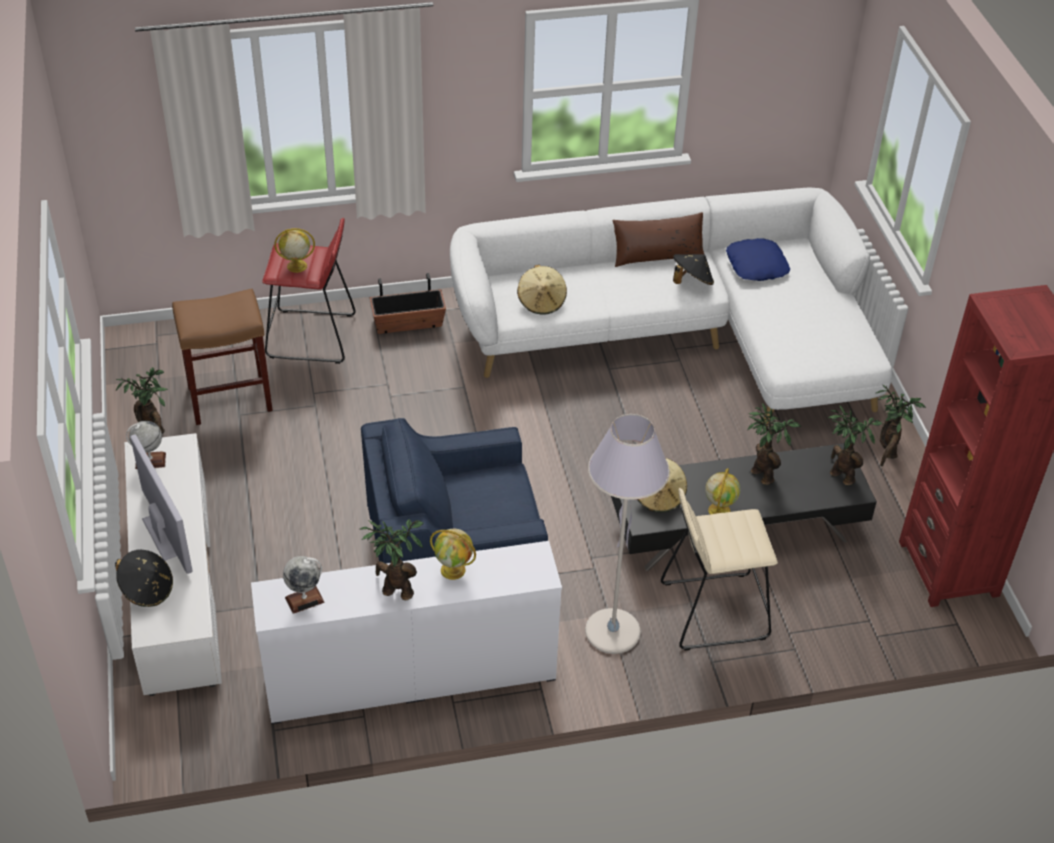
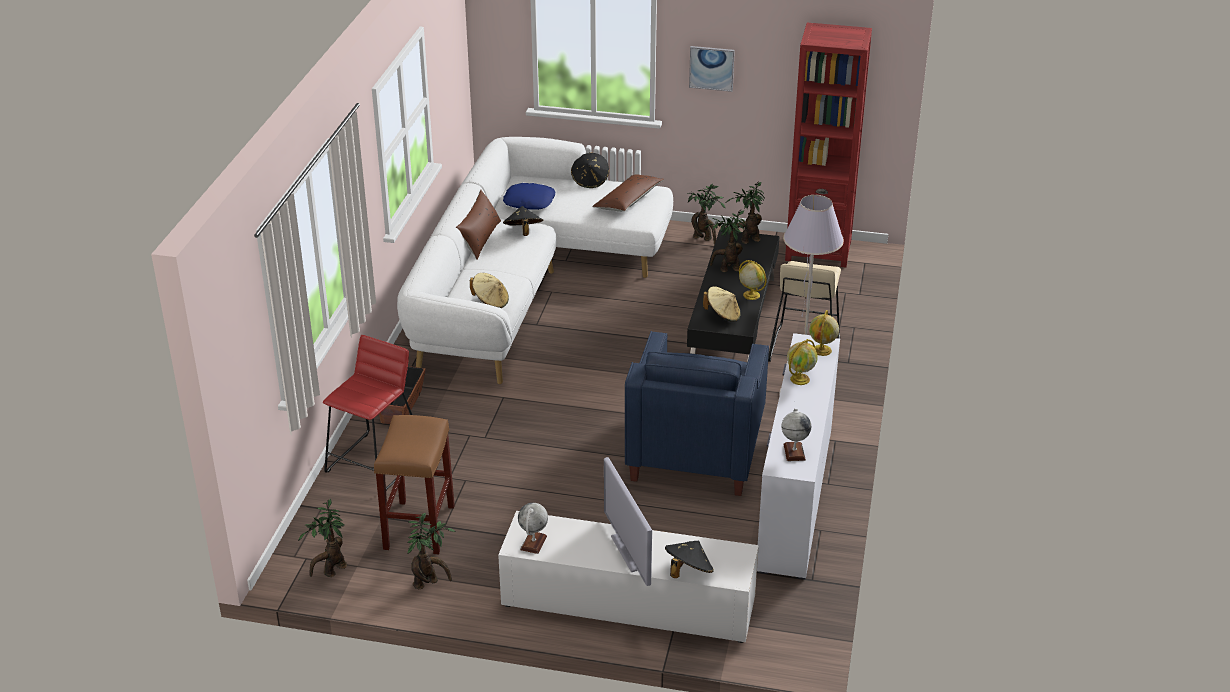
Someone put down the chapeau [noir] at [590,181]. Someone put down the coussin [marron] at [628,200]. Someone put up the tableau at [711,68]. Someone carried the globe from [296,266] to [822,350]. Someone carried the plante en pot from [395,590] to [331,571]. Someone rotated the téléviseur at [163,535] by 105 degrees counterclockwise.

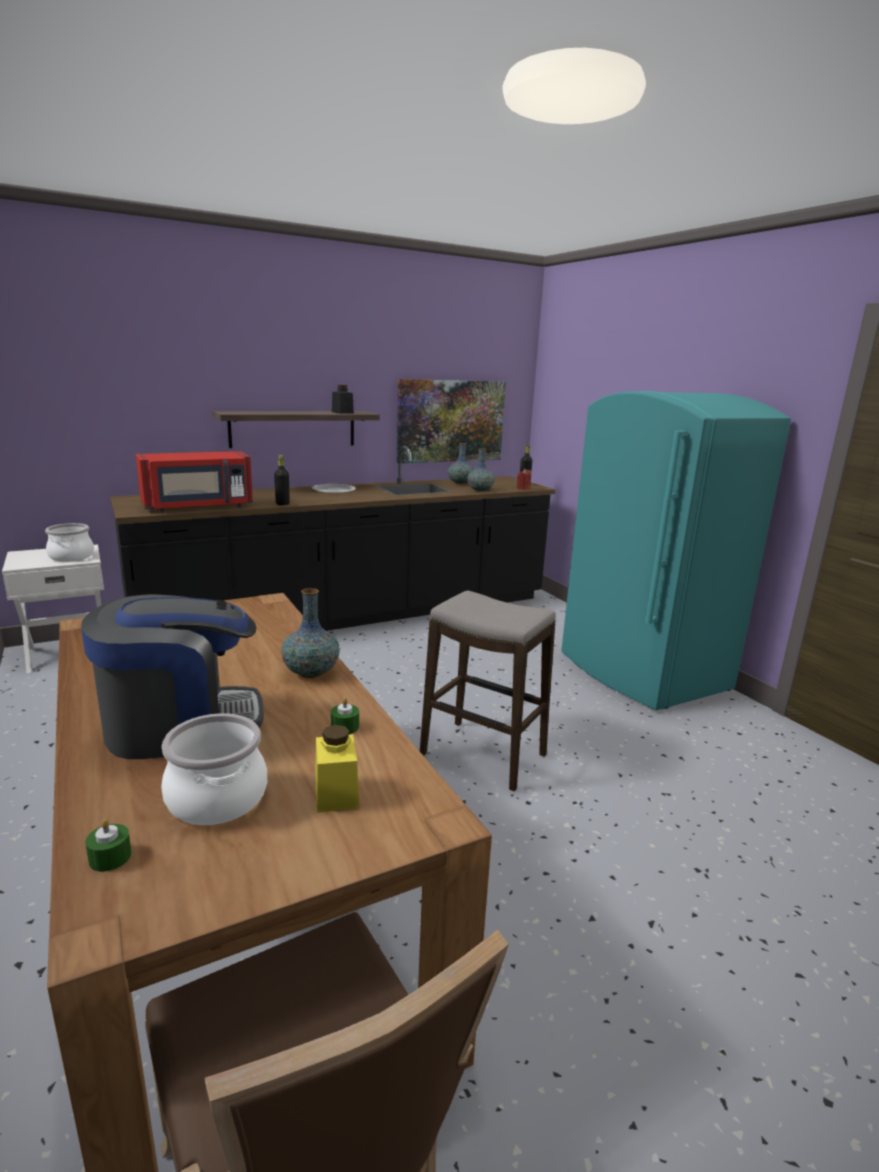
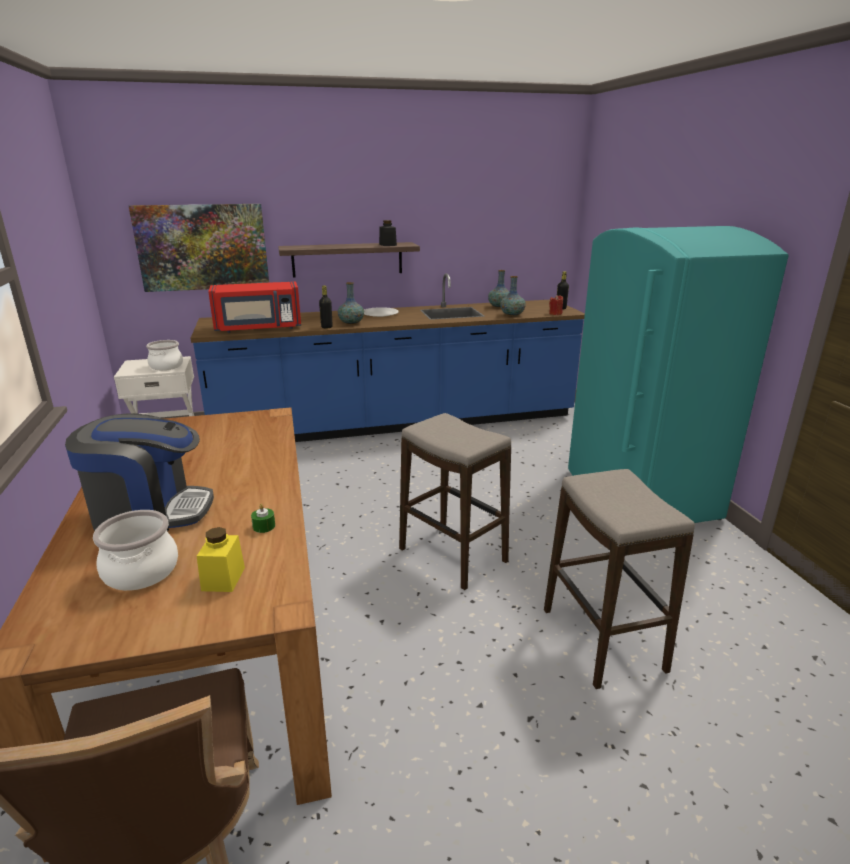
Someone took away the bougie [vert] at [110,857]. Someone put down the tabouret at [602,640]. Someone carried the vase from [311,672] to [351,323]. Someone carried the tableau from [451,421] to [203,247]. Someone repainted the comptoir de cuisine [noir] at [353,616], which became the comptoir de cuisine [bleu] at [397,423].

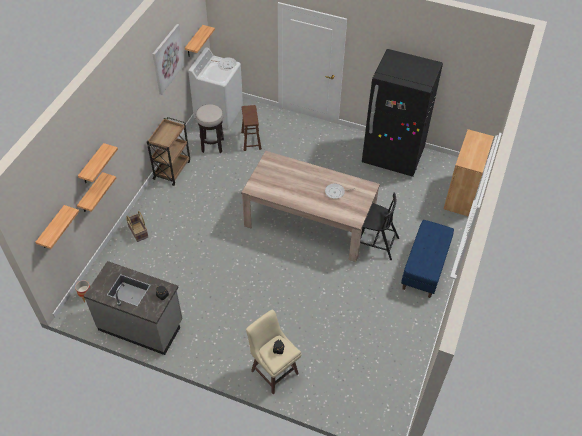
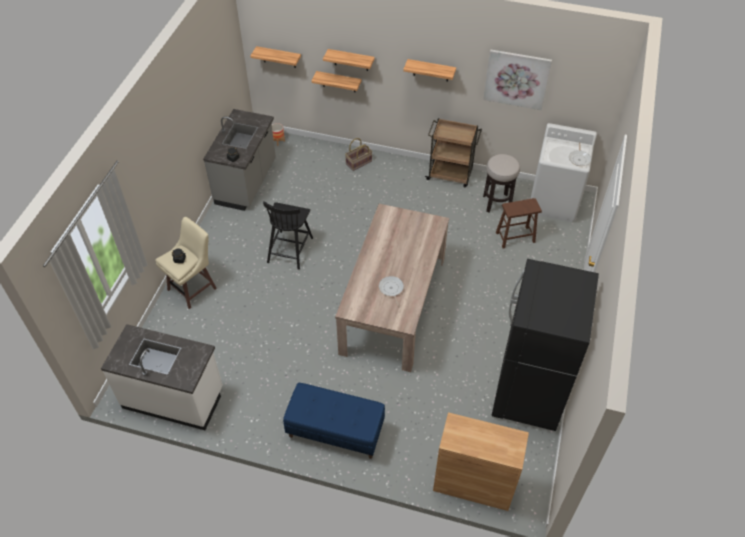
Someone put down the comptoir de cuisine [blanc] at [174,397]. Someone carried the étagère from [194,42] to [431,70]. Someone carried the chaise [noir] from [375,243] to [290,249].

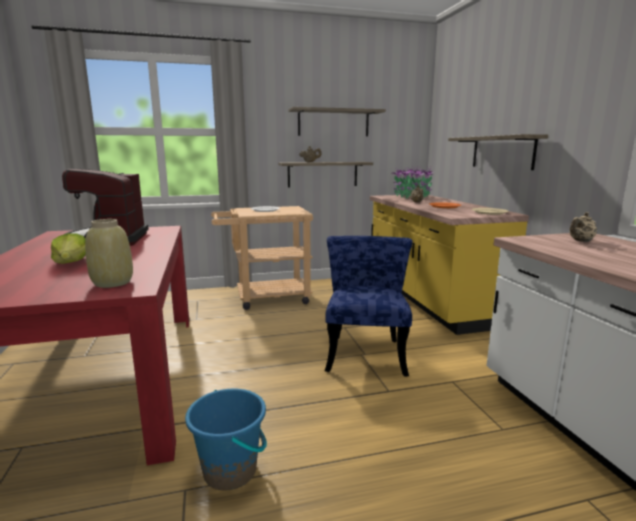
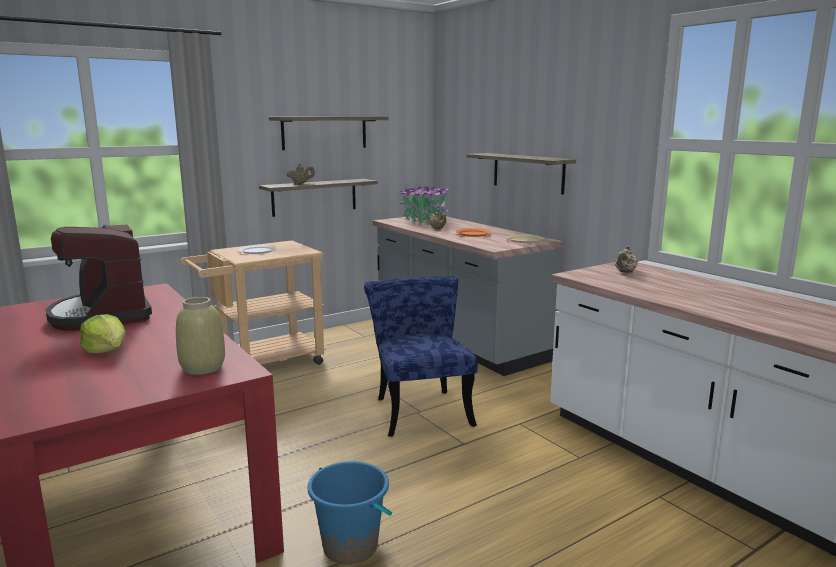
Someone repainted the comptoir de cuisine [jaune] at [428,298], which became the comptoir de cuisine [gris] at [457,339].

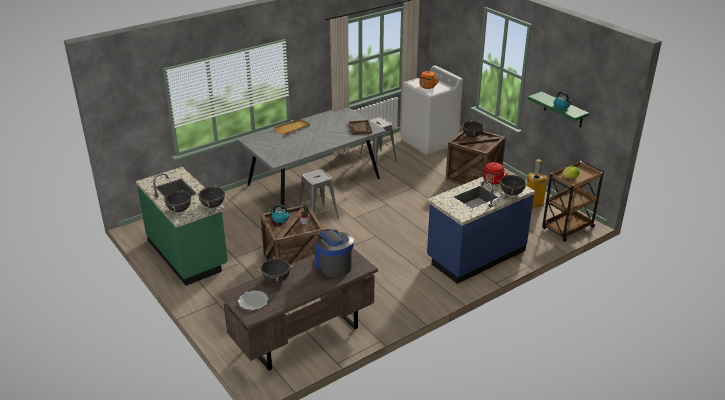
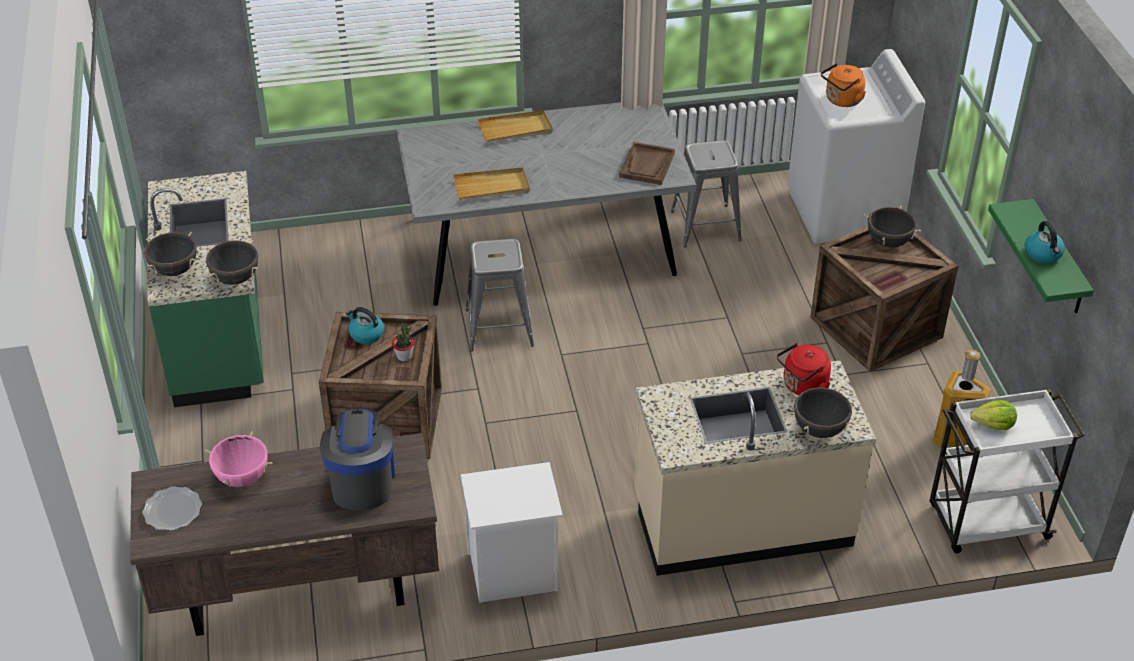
Someone put down the plateau [beige] at [491,187]. Someone put down the table de chevet [blanc] at [512,573]. Someone repainted the marmite [noir] at [276,280], which became the marmite [rose] at [242,477]. Someone repainted the comptoir de cuisine [bleu] at [475,255], which became the comptoir de cuisine [beige] at [742,521]. Someone repainted the chariot [marron] at [567,228], which became the chariot [blanc] at [986,522].

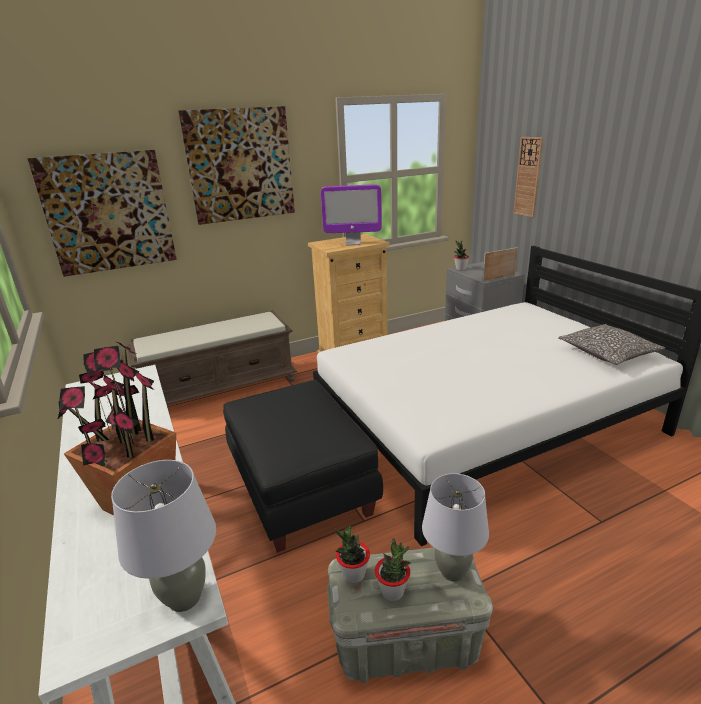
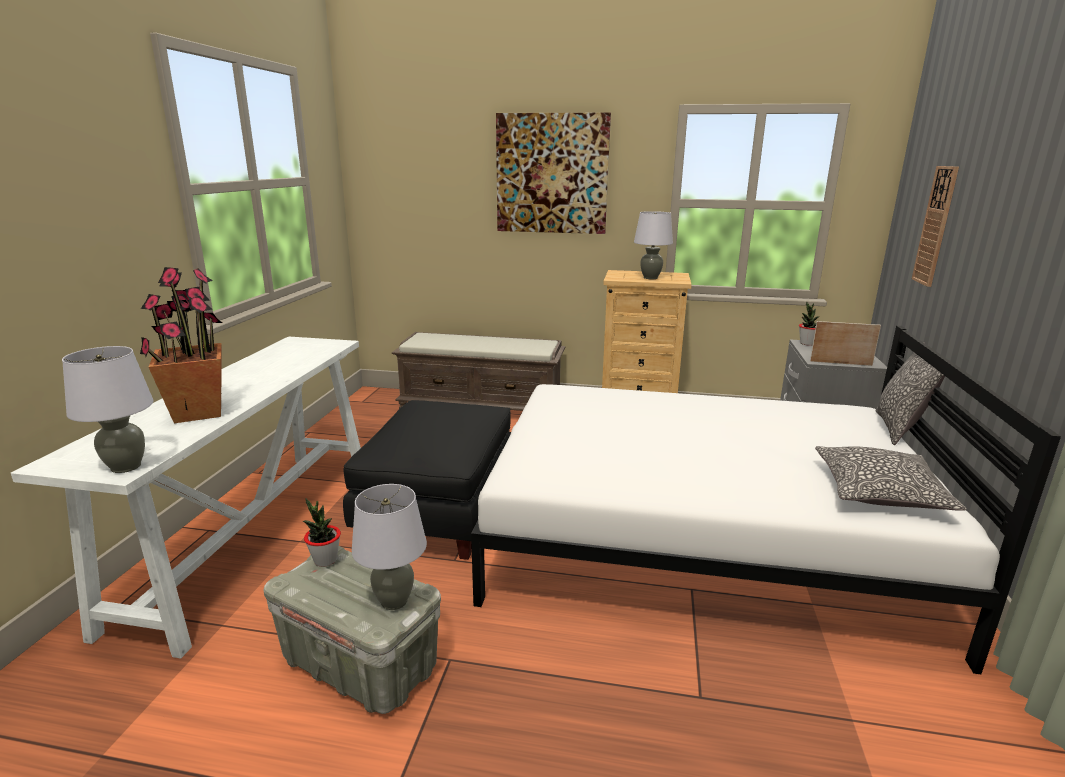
Someone took away the tableau at [108,213]. Someone took away the plante en pot at [392,591]. Someone put down the coussin at [898,429]. Someone swapped the écran d'ordinateur at [353,243] for the lampe de table [gris] at [650,278].

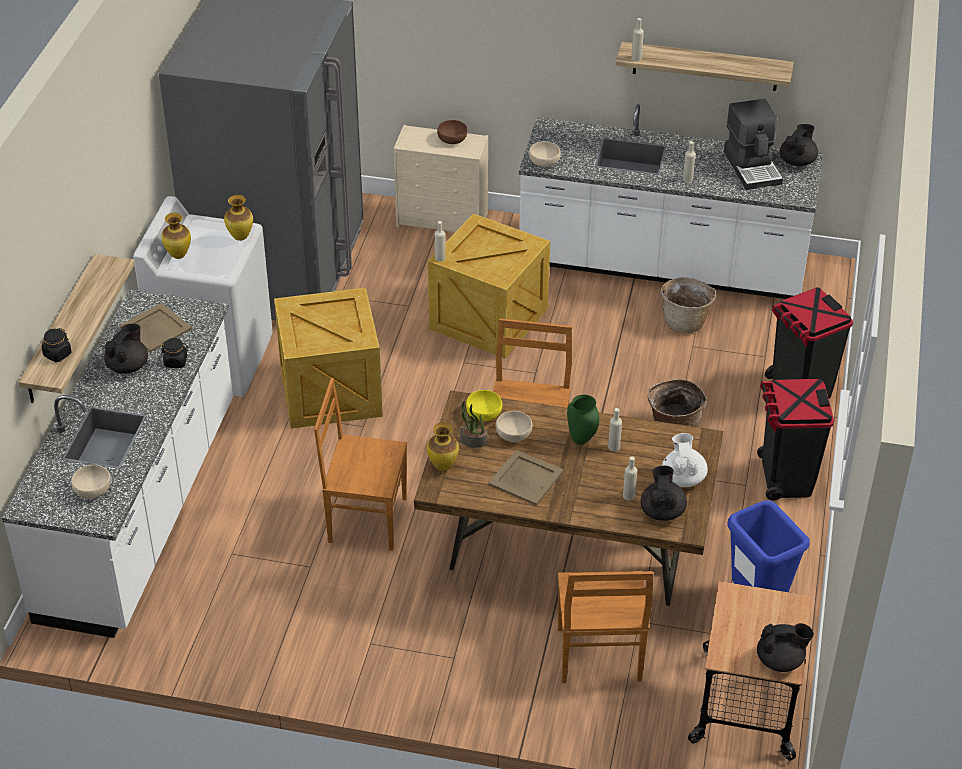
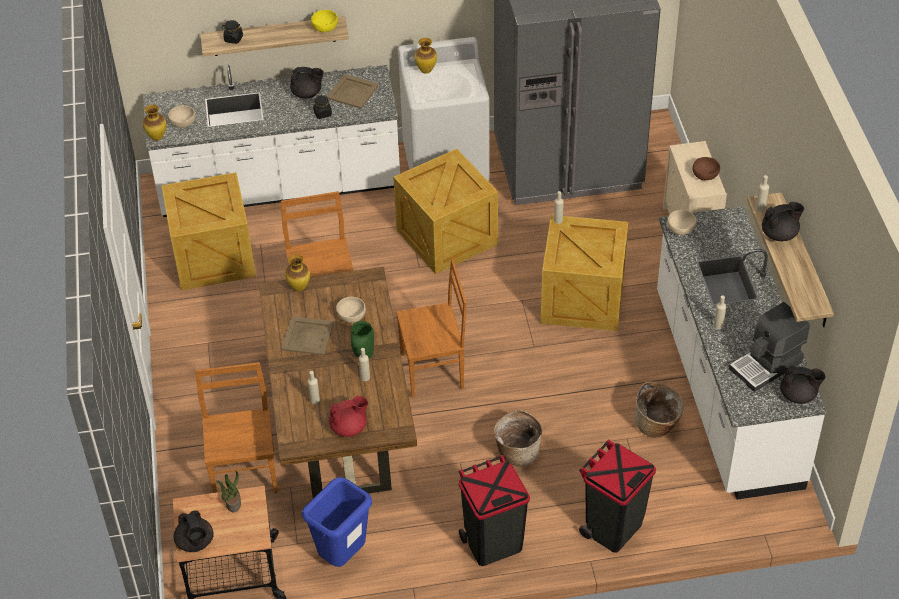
Someone put down the caisse at [212,256]. Someone carried the vase from [241,237] to [157,138]. Someone carried the plante en pot from [472,441] to [232,502]. Someone carried the bol [jaune] from [483,413] to [325,27]. Someone carried the théière [noir] from [662,511] to [780,234]. Someone repainted the théière [blanc] at [683,478], which became the théière [rouge] at [349,427]. Someone rotated the chaise [marron] at [598,657] by 105 degrees clockwise.

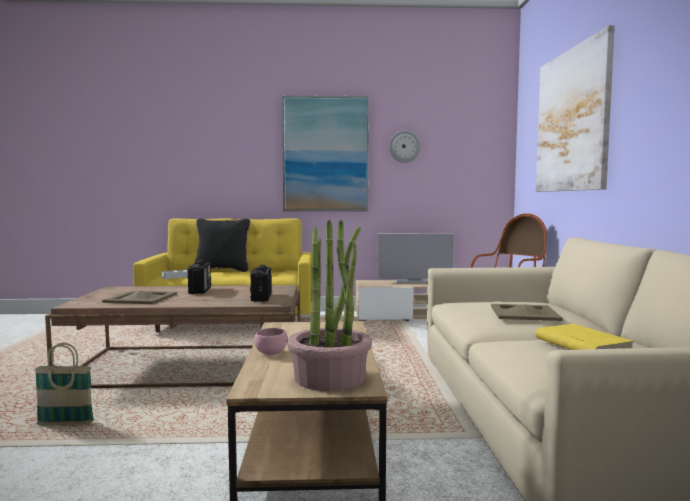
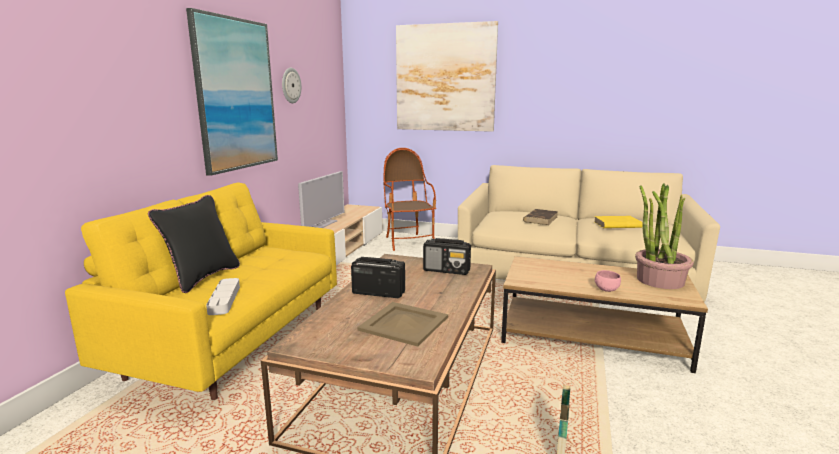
Someone swapped the plateau [beige] at [525,313] for the livre [marron] at [540,219].

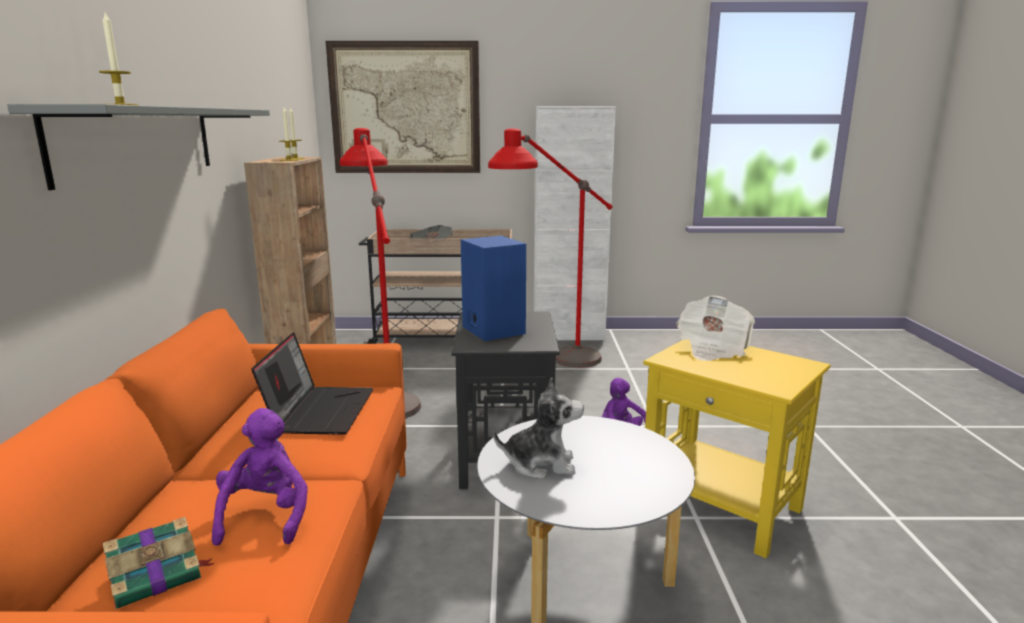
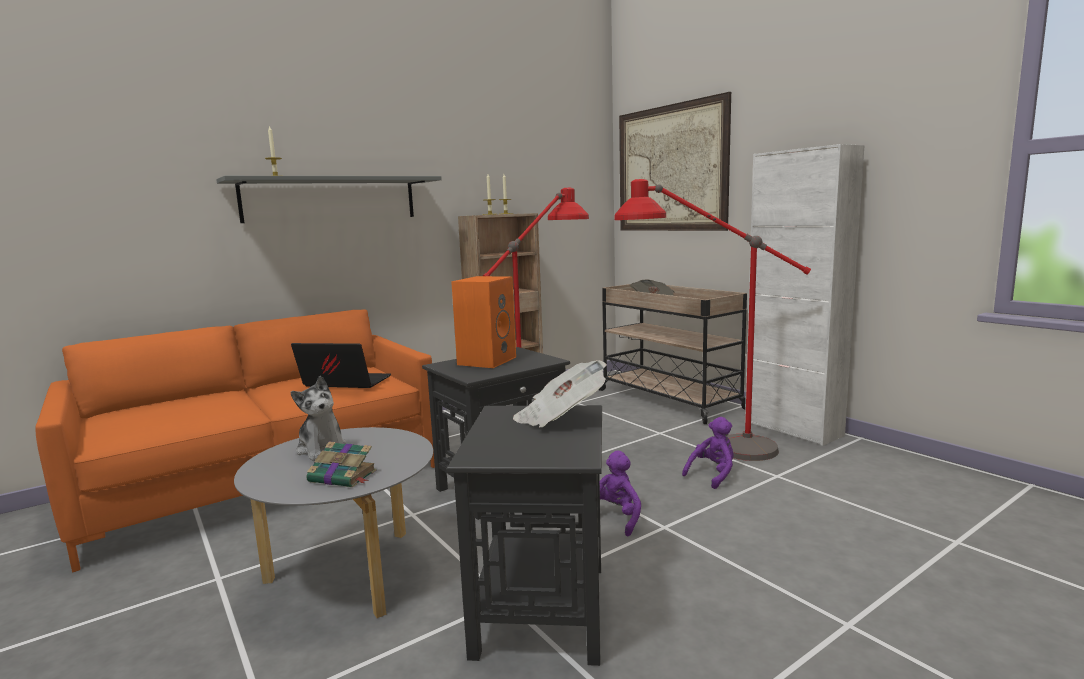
Someone carried the livre from [158,576] to [343,477]. Someone carried the peluche [violet] from [265,516] to [713,475]. Someone repainted the enceinte [bleu] at [491,330], which became the enceinte [orange] at [486,360]. Someone repainted the table d'appoint [jaune] at [722,507], which became the table d'appoint [noir] at [541,609]. Someone rotated the ordinateur portable at [319,410] by 135 degrees counterclockwise.

